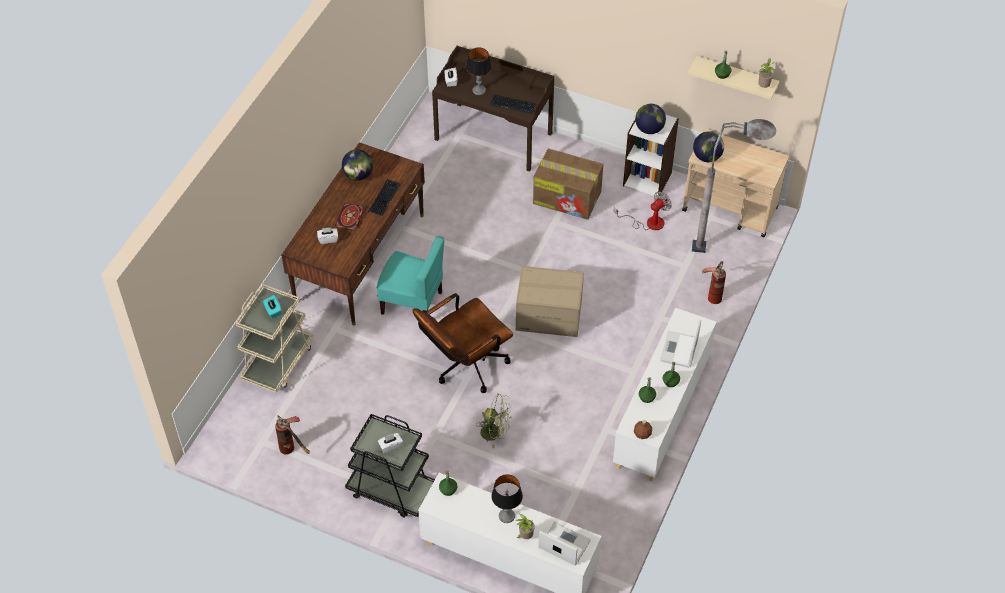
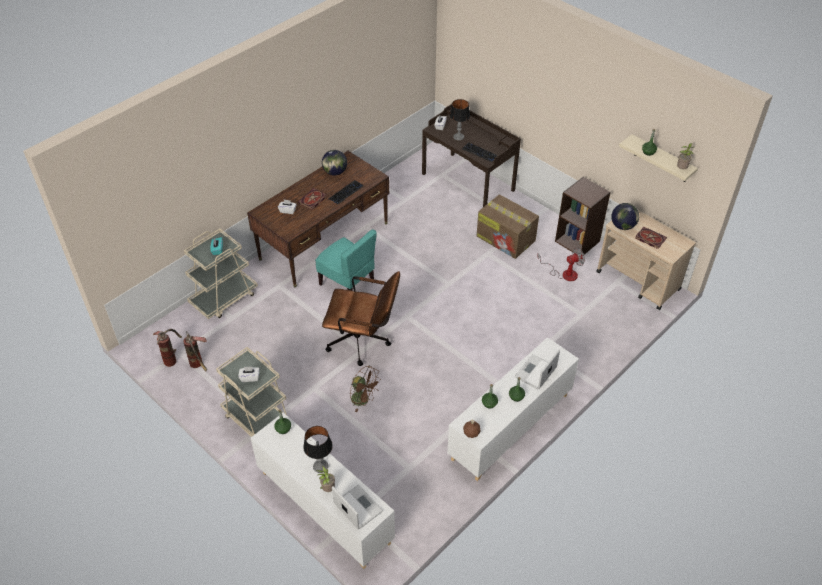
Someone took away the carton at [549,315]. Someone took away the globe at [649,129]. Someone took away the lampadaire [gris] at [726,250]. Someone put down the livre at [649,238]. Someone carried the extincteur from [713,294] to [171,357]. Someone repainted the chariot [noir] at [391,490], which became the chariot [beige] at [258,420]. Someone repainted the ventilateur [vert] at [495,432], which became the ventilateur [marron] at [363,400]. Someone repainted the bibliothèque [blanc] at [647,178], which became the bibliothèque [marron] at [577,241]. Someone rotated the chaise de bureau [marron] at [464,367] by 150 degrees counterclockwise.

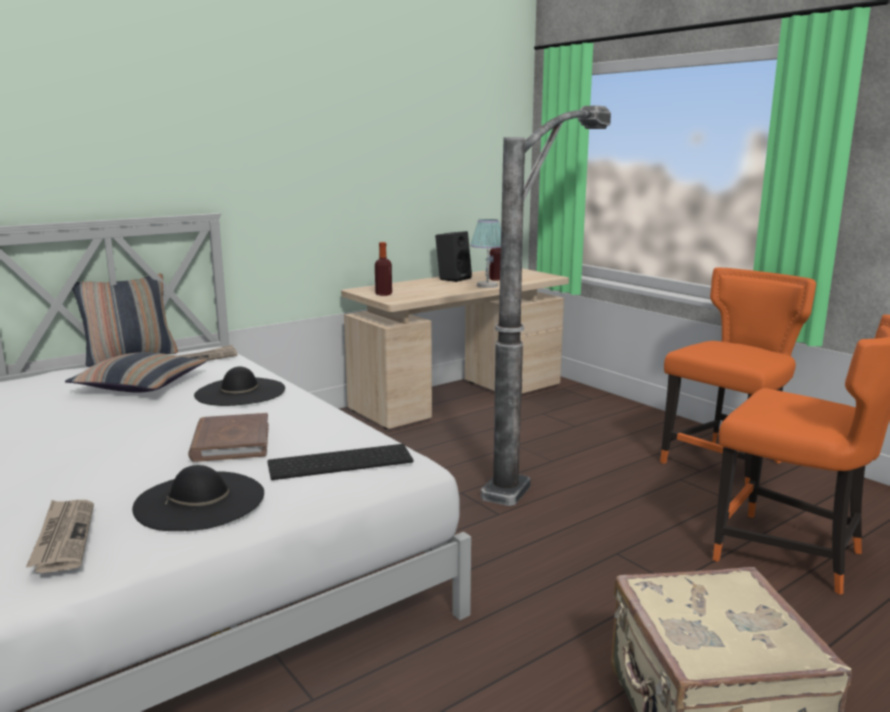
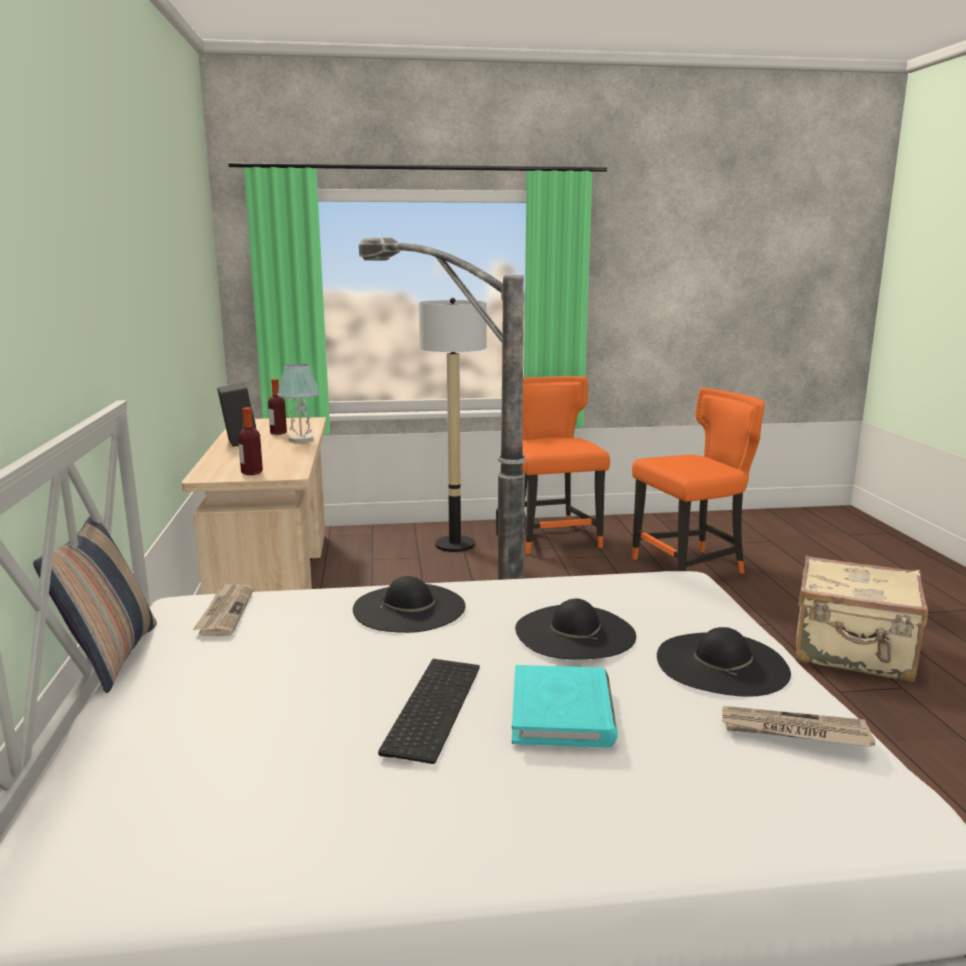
Someone took away the coussin at [140,385]. Someone put down the lampadaire at [455,544]. Someone put down the livre [turquoise] at [562,712]. Someone carried the clavier from [341,461] to [430,706]. Someone swapped the livre [marron] at [231,442] for the chapeau [noir] at [574,632].

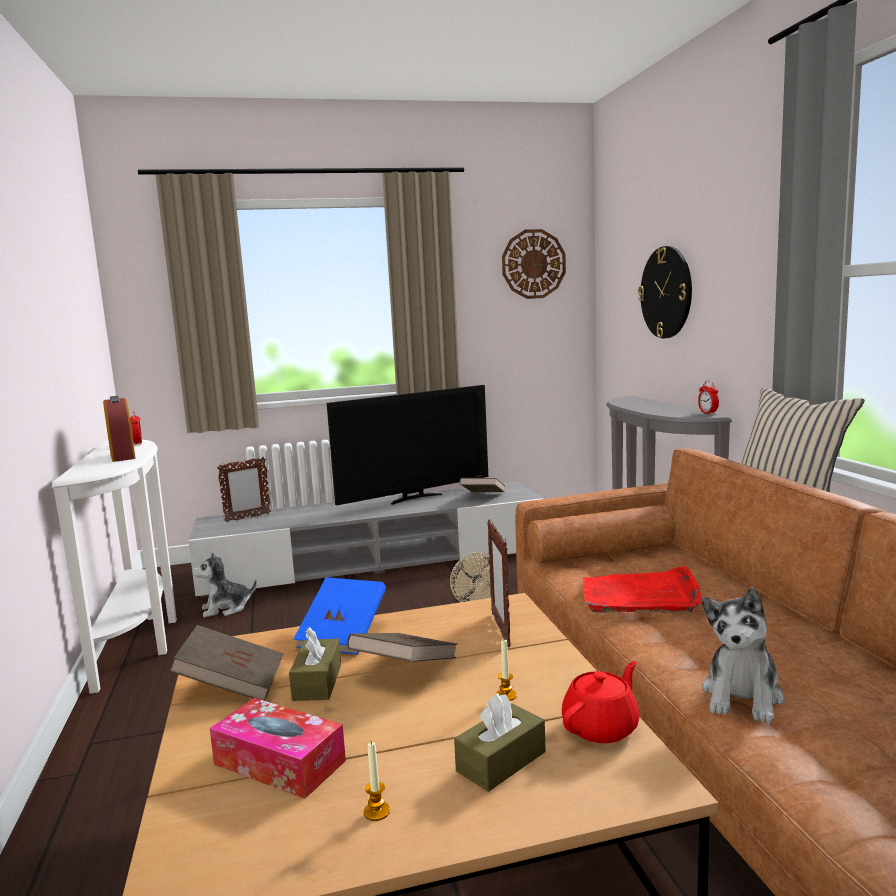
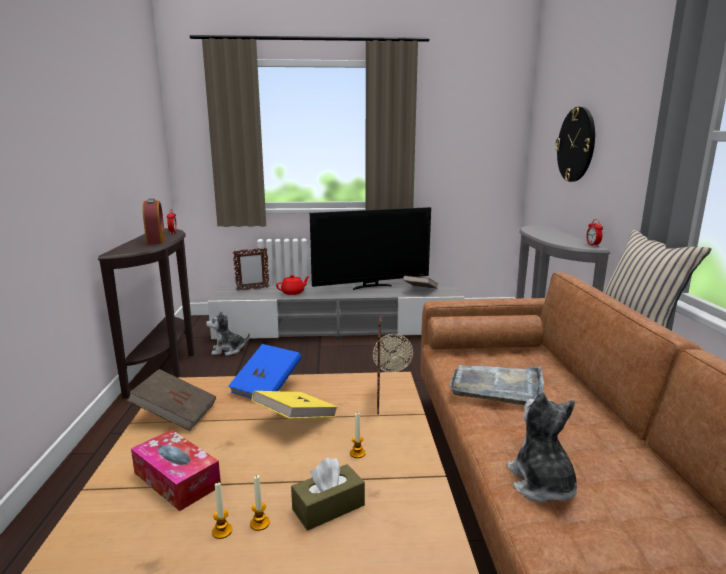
Someone took away the boîte à mouchoirs [marron] at [317,682]. Someone took away the horloge murale at [533,264]. Someone put down the bougie at [260,523]. Someone carried the théière [rouge] from [602,727] to [293,292]. Someone repainted the table console [blanc] at [141,639], which became the table console [marron] at [167,365]. Someone repainted the livre [marron] at [405,669], which became the livre [jaune] at [296,420]. Someone repainted the plateau [rouge] at [640,596], which became the plateau [gris] at [497,386]. Someone rotated the peluche at [742,696] by 135 degrees clockwise.

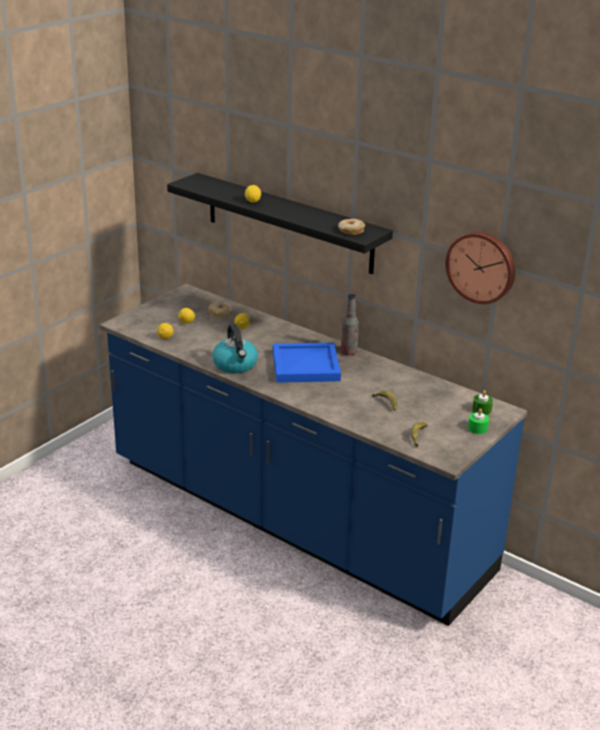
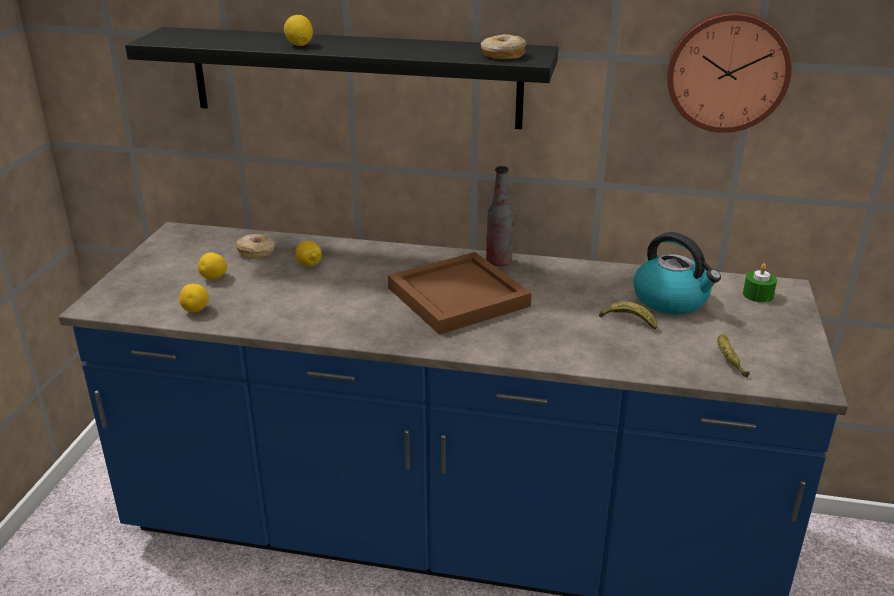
Someone took away the bougie [vert] at [477,428]. Someone carried the bouilloire from [235,365] to [671,300]. Someone repainted the plateau [bleu] at [306,365], which became the plateau [marron] at [458,296].

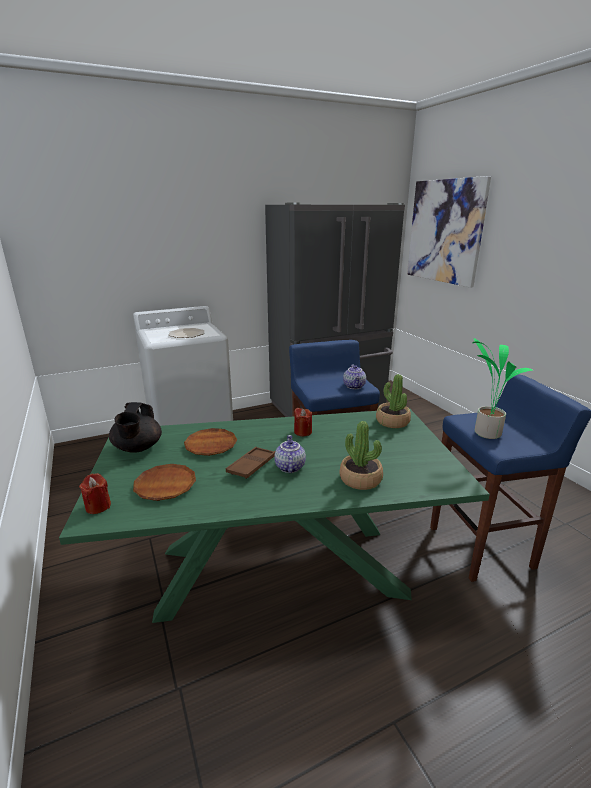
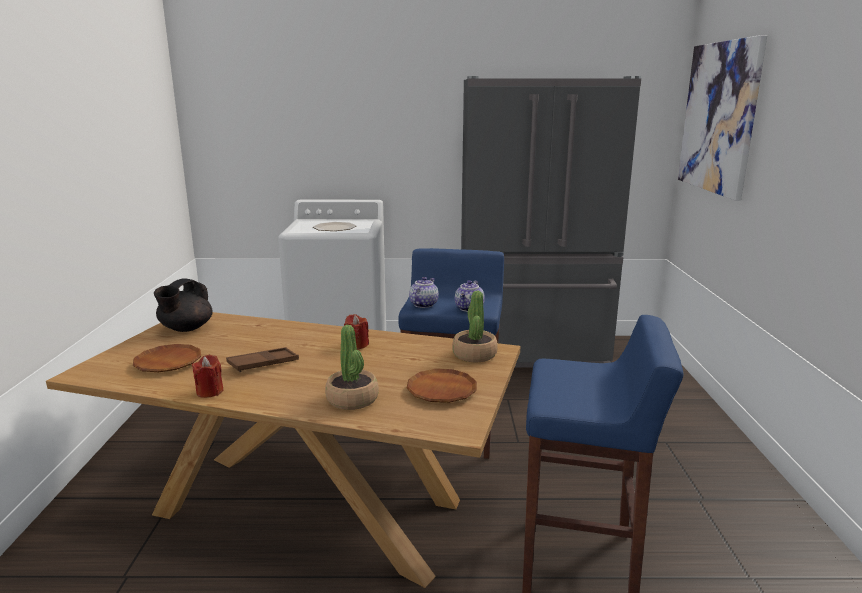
Someone took away the plante en pot at [486,432]. Someone carried the bougie [rouge] from [98,506] to [210,391]. Someone carried the assiette [marron] from [211,445] to [441,390]. Someone carried the théière from [289,467] to [423,304]. Someone repainted the table à manger [vert] at [279,570], which became the table à manger [marron] at [307,508].

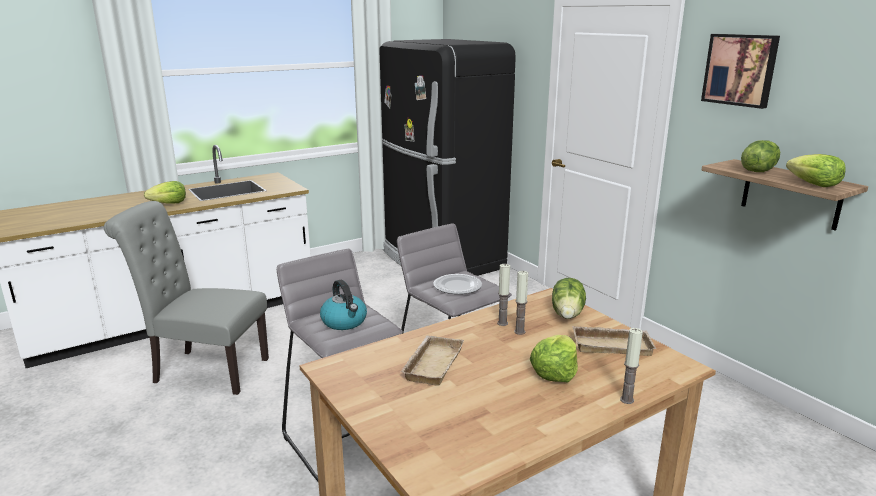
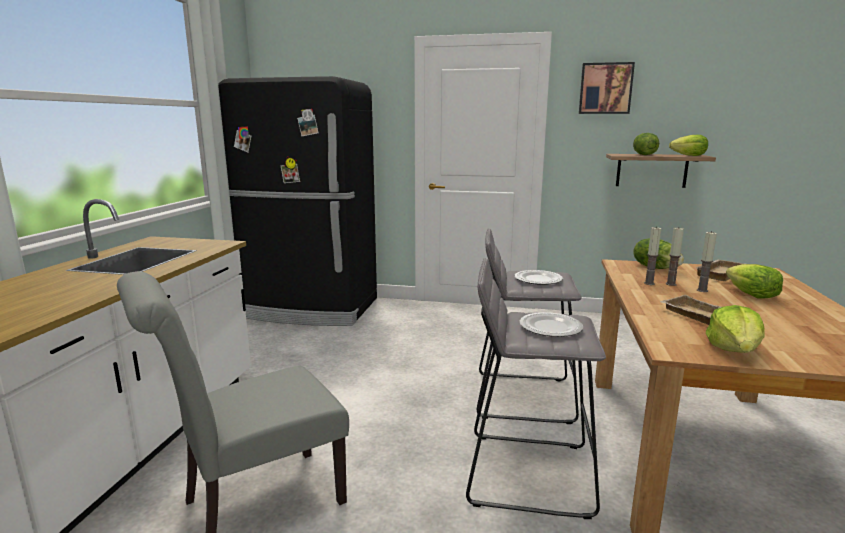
Someone carried the laitue from [169,203] to [734,350]. Someone carried the bougie from [627,400] to [702,290]. Someone swapped the bouilloire at [344,322] for the assiette at [550,327].

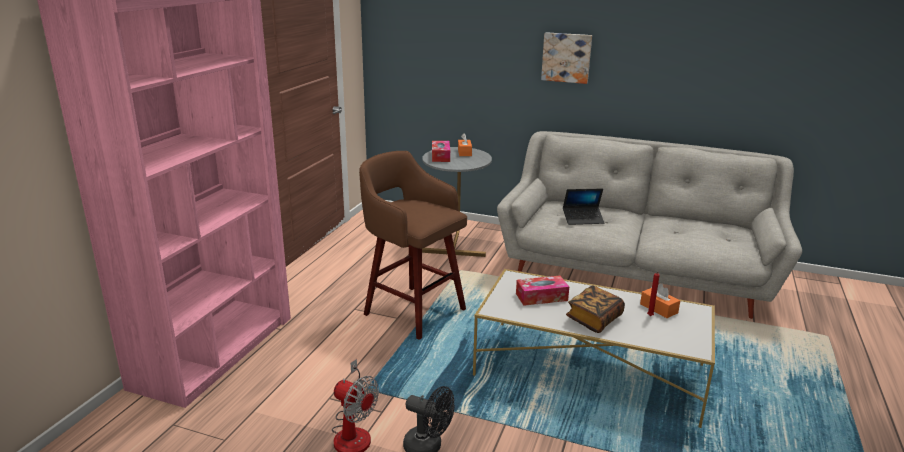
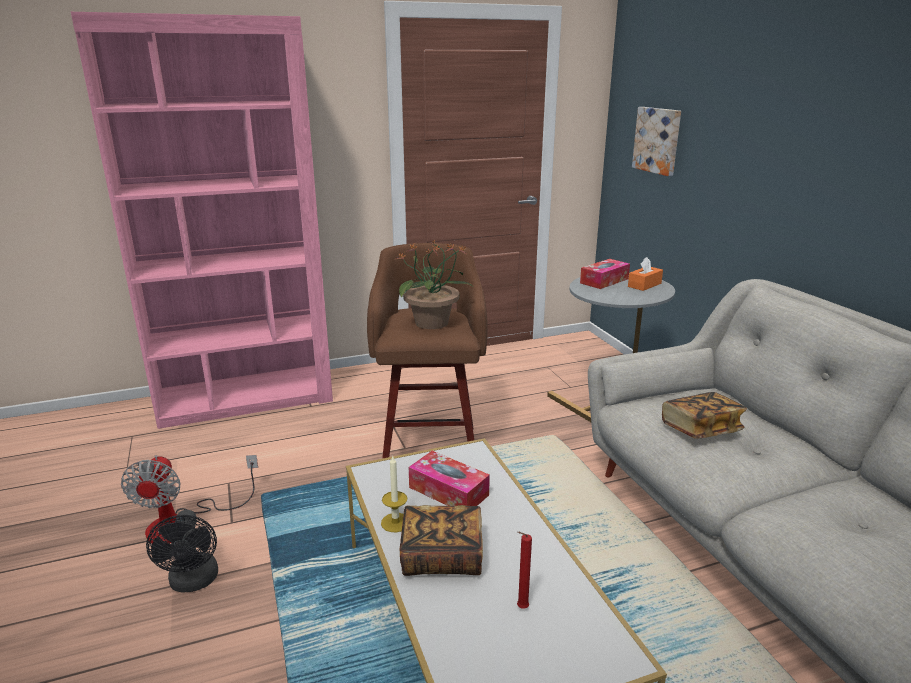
Someone took away the boîte à mouchoirs [orange] at [658,308]. Someone put down the bougie at [395,522]. Someone put down the plante en pot at [433,323]. Someone carried the tableau from [566,57] to [658,140]. Someone swapped the ordinateur portable at [583,219] for the livre at [700,429].

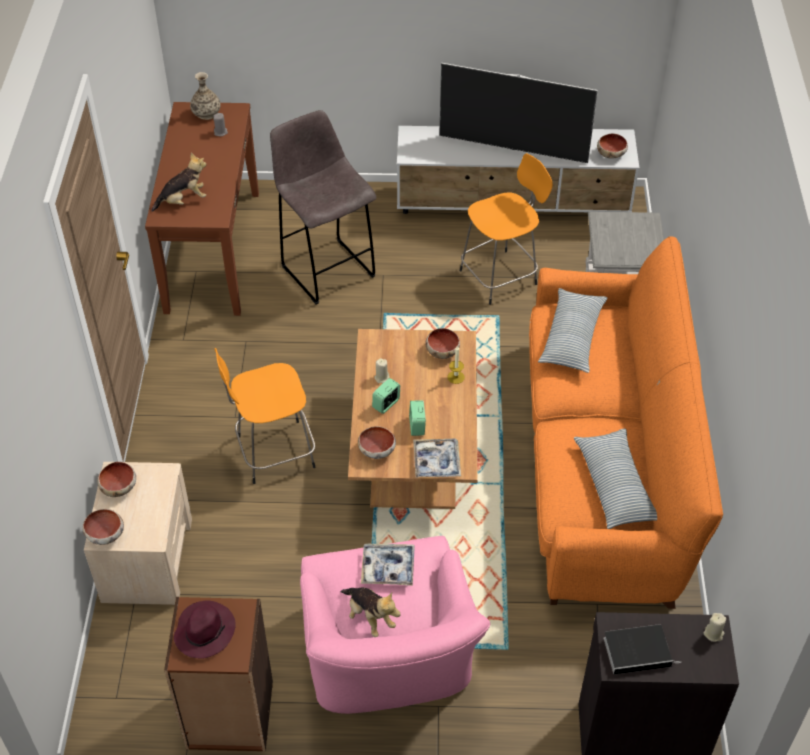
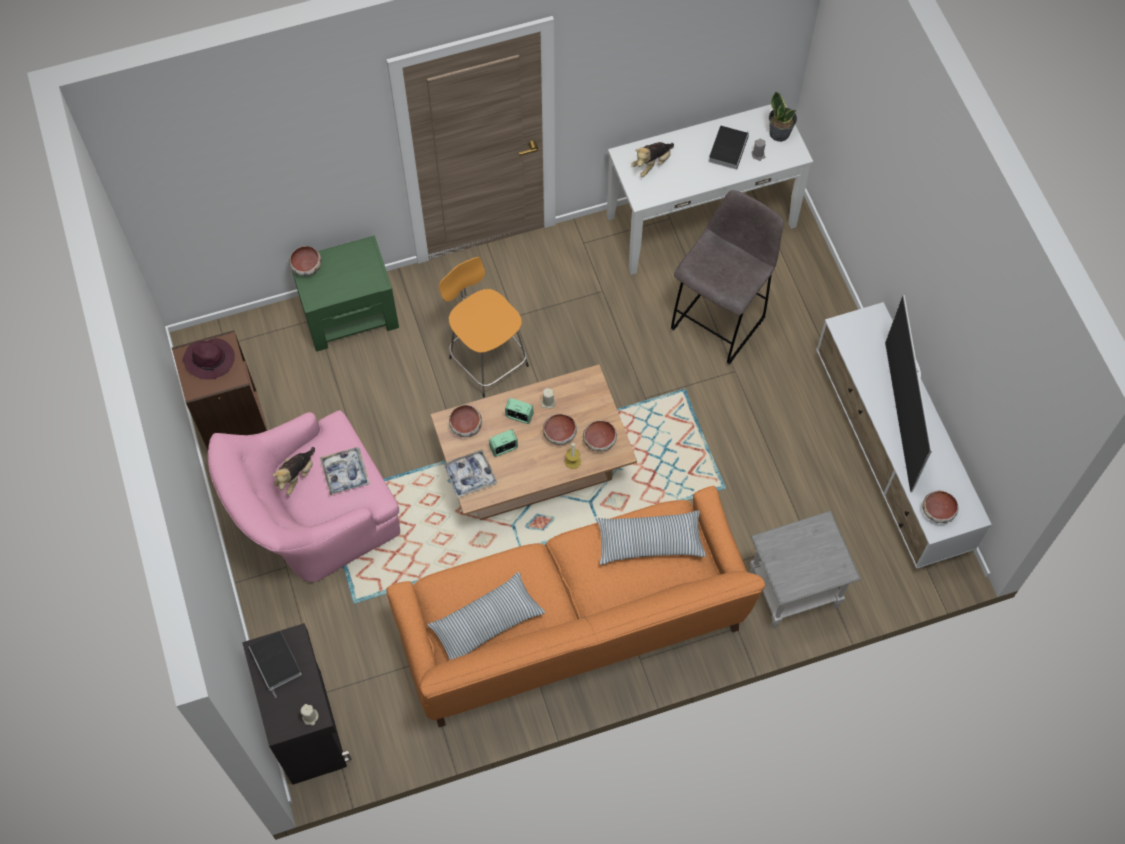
Someone took away the tabouret [orange] at [500,276]. Someone put down the livre at [728,148]. Someone carried the bol from [118,486] to [560,433]. Someone swapped the vase at [206,113] for the plante en pot at [779,133]. Someone repainted the table de chevet [beige] at [147,558], which became the table de chevet [vert] at [350,313]. Someone repainted the table console [marron] at [212,251], which became the table console [blanc] at [701,220]. Someone rotated the peluche at [183,201] by 90 degrees clockwise.

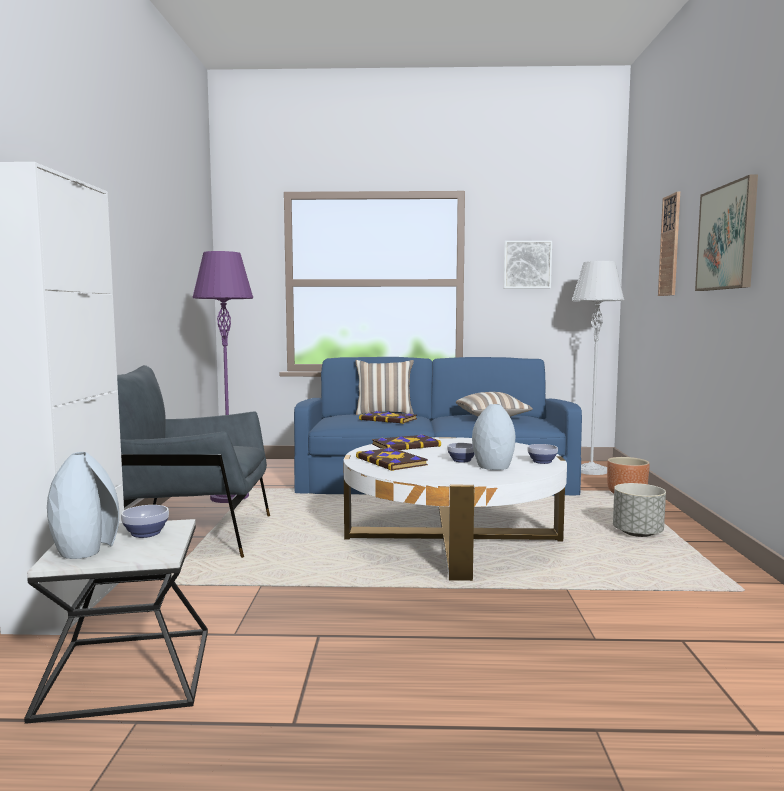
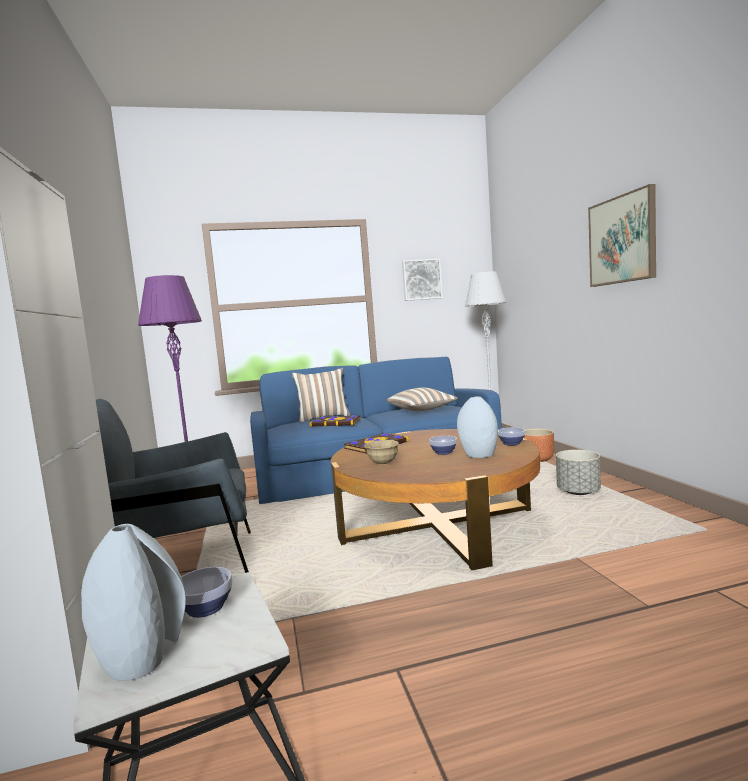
Someone took away the horloge murale at [670,245]. Someone swapped the livre at [392,461] for the bol [beige] at [383,463]. Someone repainted the table basse [blanc] at [452,538], which became the table basse [marron] at [437,524].

